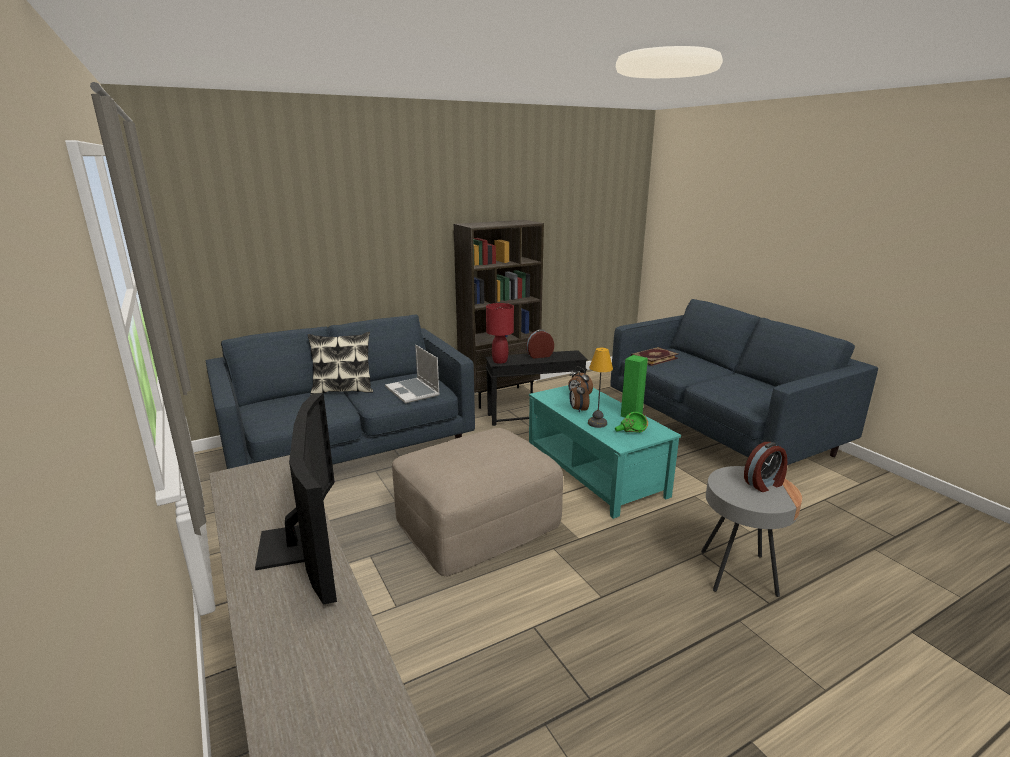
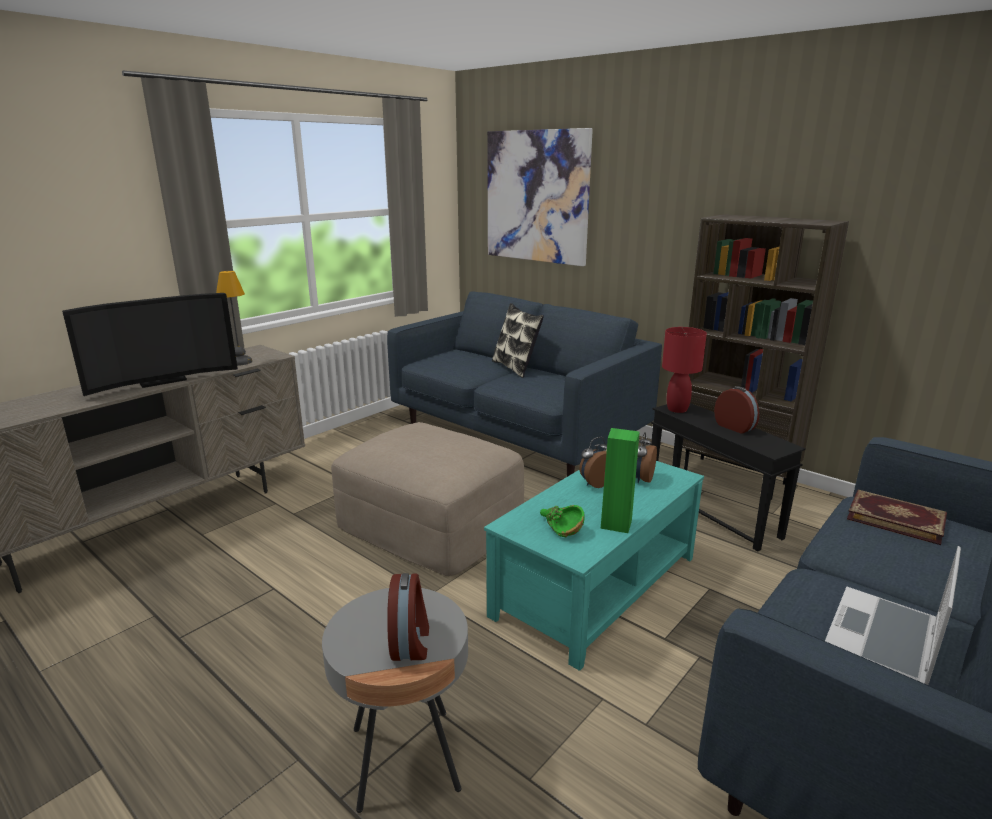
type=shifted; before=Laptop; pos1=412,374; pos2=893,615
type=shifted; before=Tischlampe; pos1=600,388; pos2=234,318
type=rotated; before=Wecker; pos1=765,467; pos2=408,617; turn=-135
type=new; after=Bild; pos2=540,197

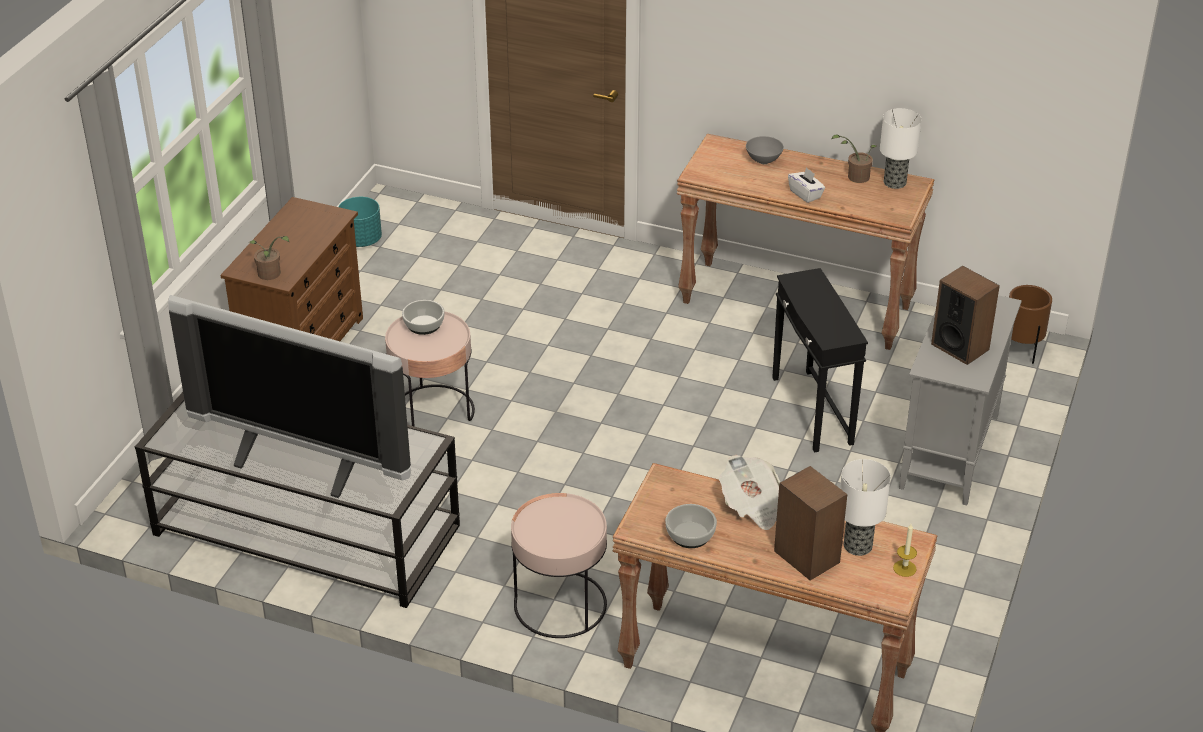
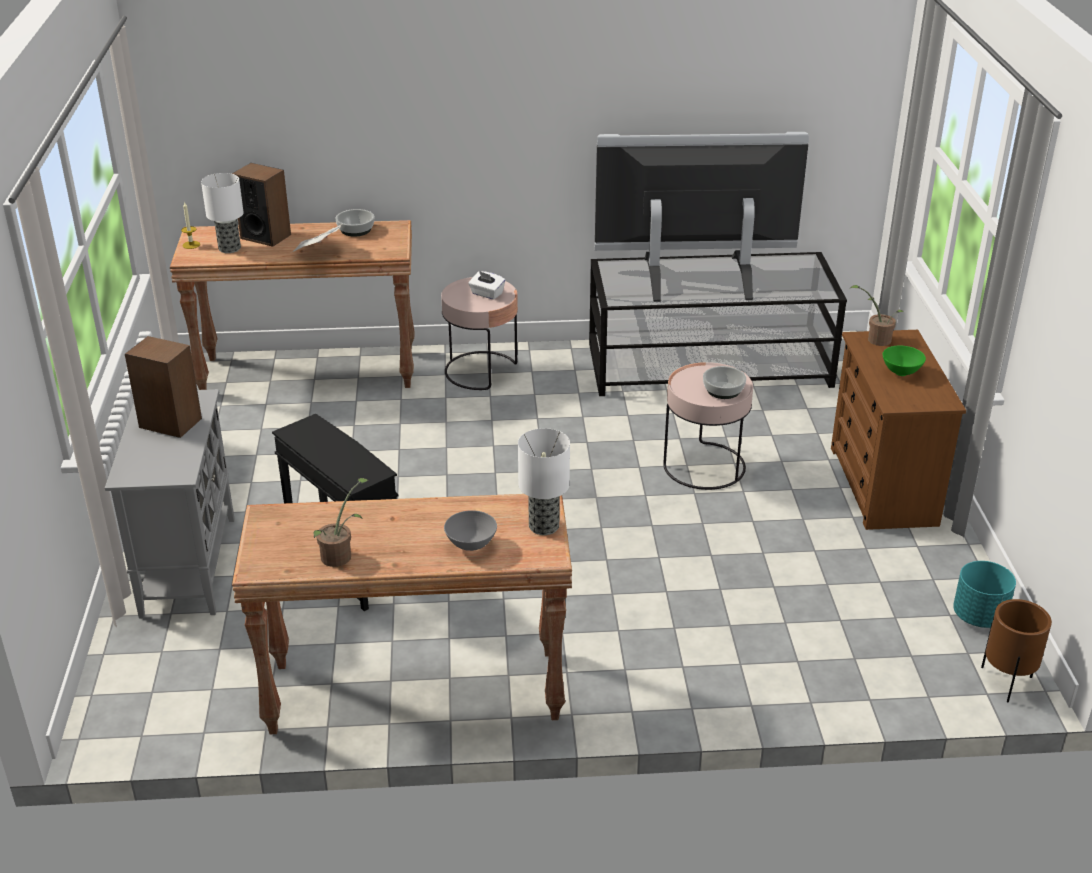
type=shifted; before=Taschentuchbox (weiß); pos1=806,185; pos2=487,285
type=shifted; before=Tischlampe; pos1=901,148; pos2=544,481
type=shifted; before=Pflanzkübel (braun); pos1=1030,324; pos2=1016,651
type=new; after=Schüssel (grün); pos2=904,360

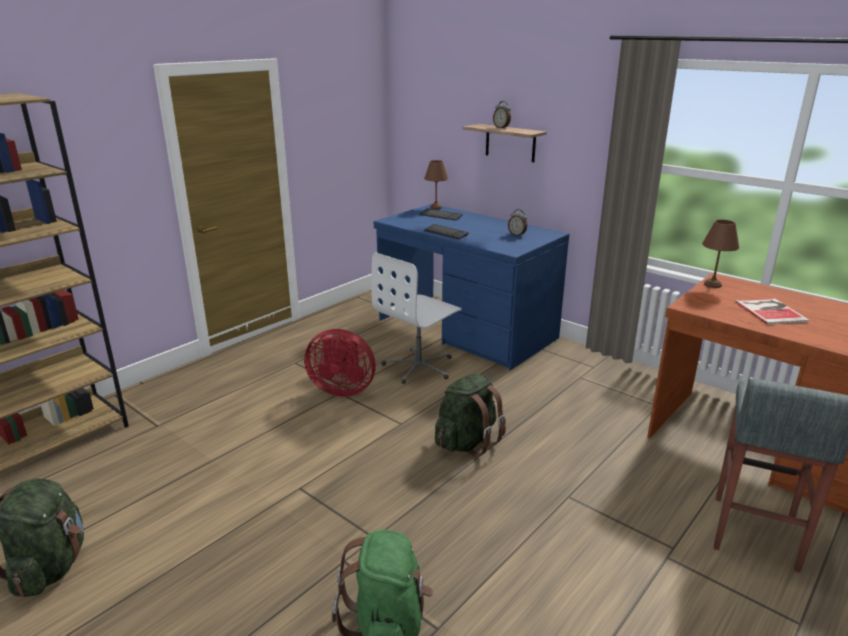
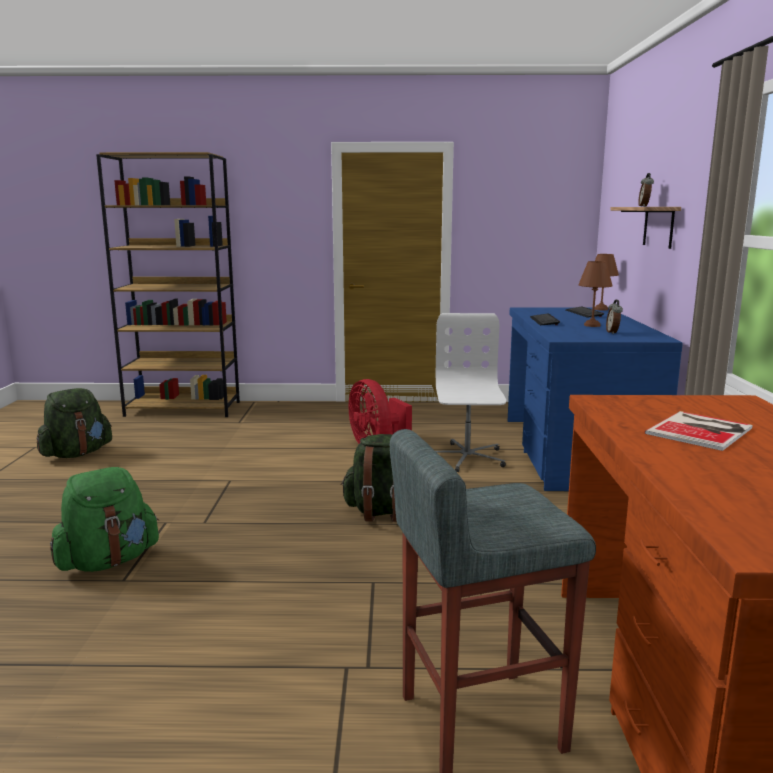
type=rotated; before=Bürostuhl (weiß); pos1=417,318; pos2=470,392; turn=90
type=shifted; before=Tischlampe (braun); pos1=720,254; pos2=595,294

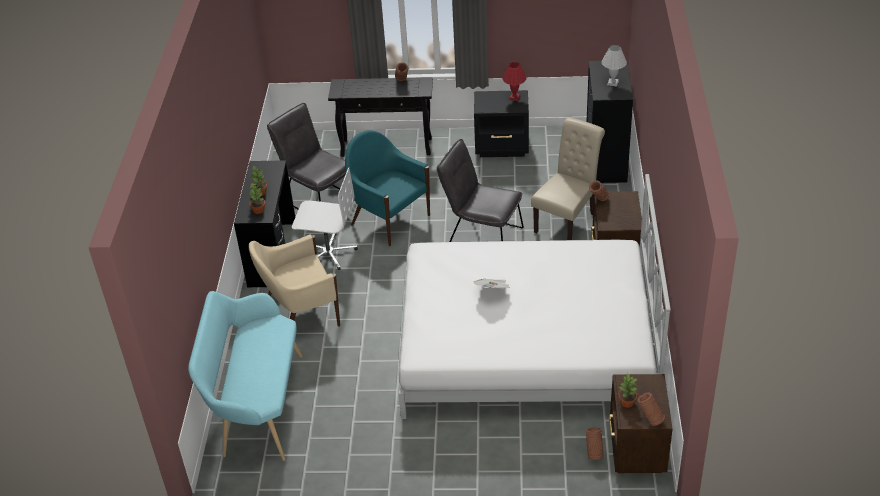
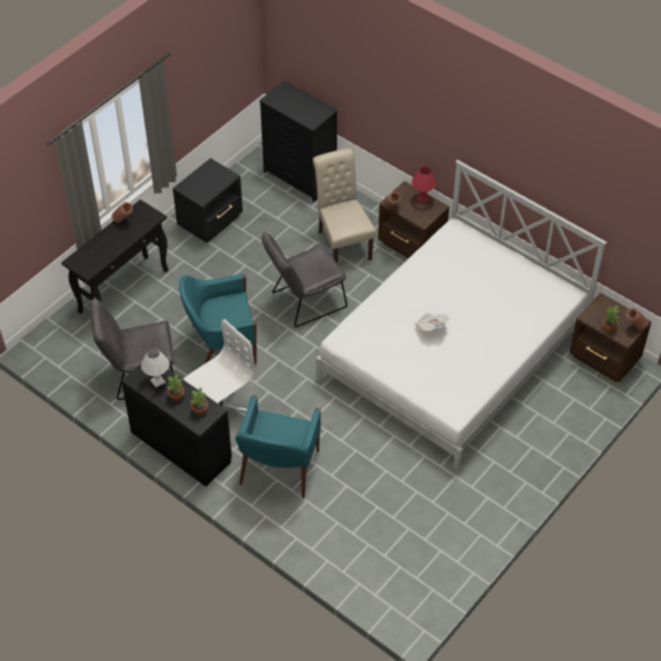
type=gone; before=Bank (türkis); pos1=245,376
type=repainted; before=Sessel (beige); after=Sessel (türkis); pos1=294,280; pos2=278,447
type=shifted; before=Tischlampe (rot); pos1=514,81; pos2=424,185
type=gone; before=Vase (braun); pos1=595,444
type=shifted; before=Tischlampe (weiß); pos1=614,65; pos2=155,367

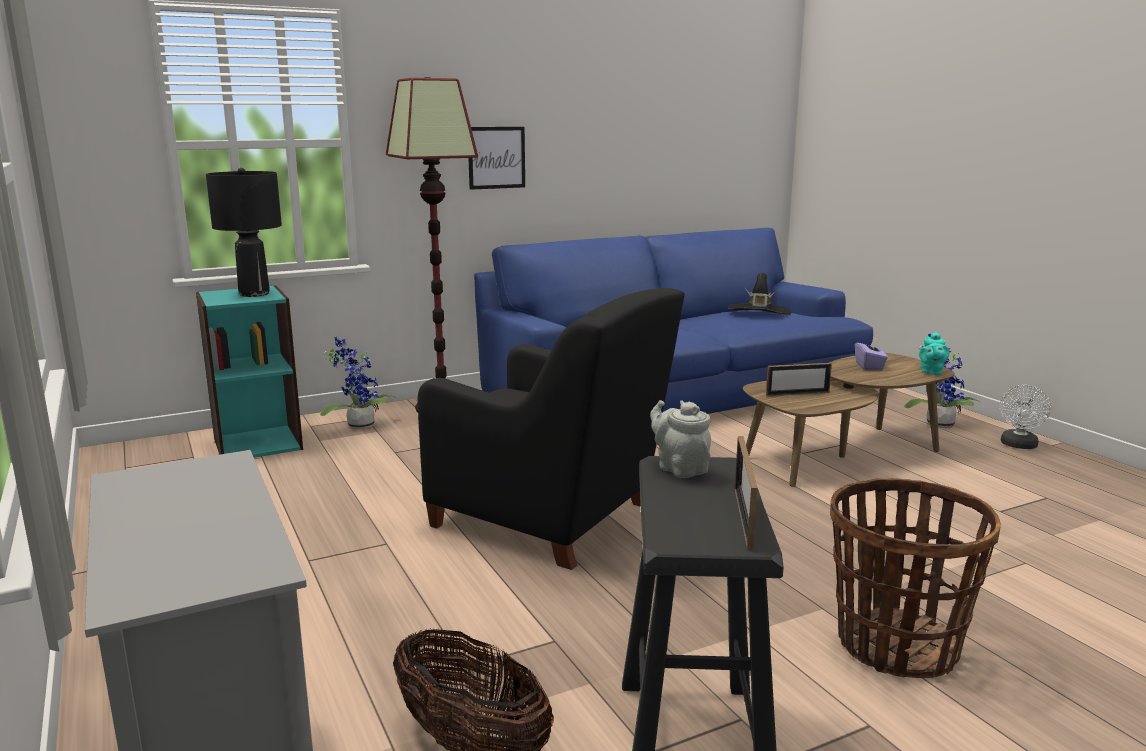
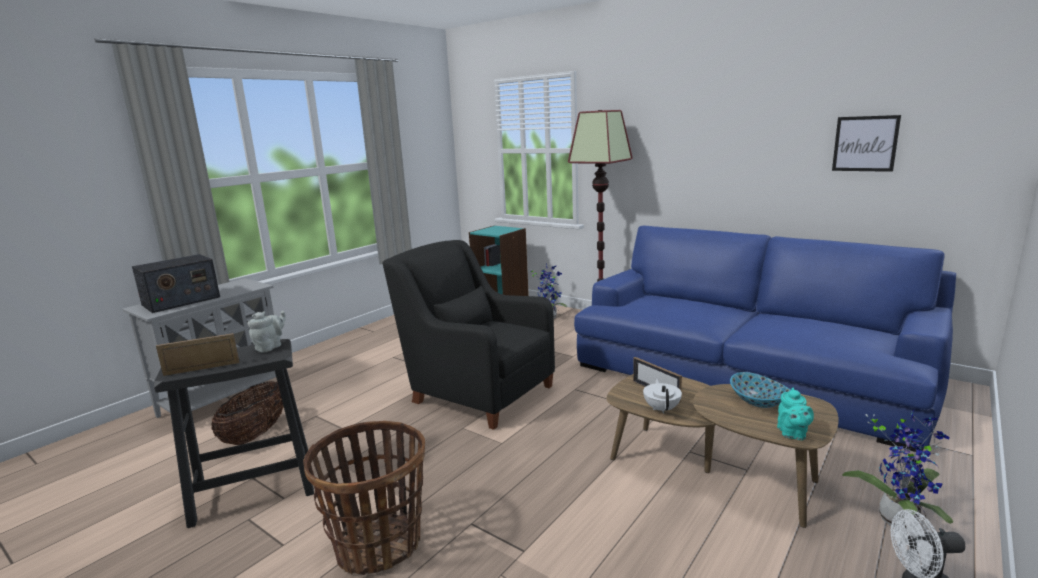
type=gone; before=Tischlampe (schwarz); pos1=244,232
type=rotated; before=Sessel (schwarz); pos1=551,429; pos2=468,335; turn=120
type=shifted; before=Bild; pos1=497,158; pos2=866,143
type=gone; before=Hut (schwarz); pos1=759,294
type=swapped; before=Taschentuchbox (lila); after=Schüssel; pos1=871,353; pos2=760,390
type=rotated; before=Teekanne (türkis); pos1=934,353; pos2=795,414; turn=-75
type=new; after=Radio; pos2=176,283
type=new; after=Teekanne (weiß); pos2=662,396

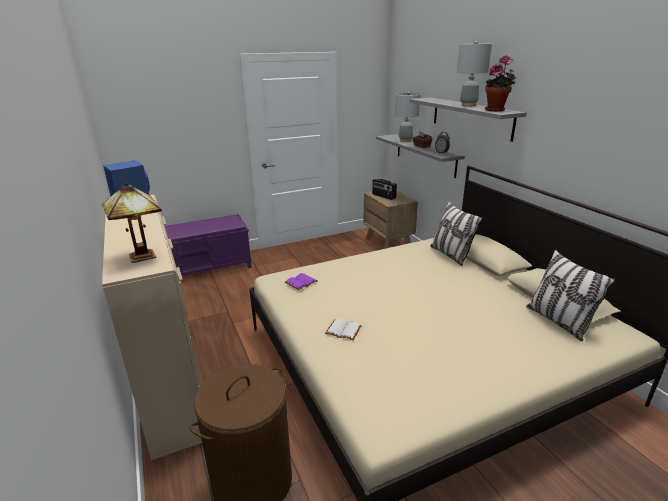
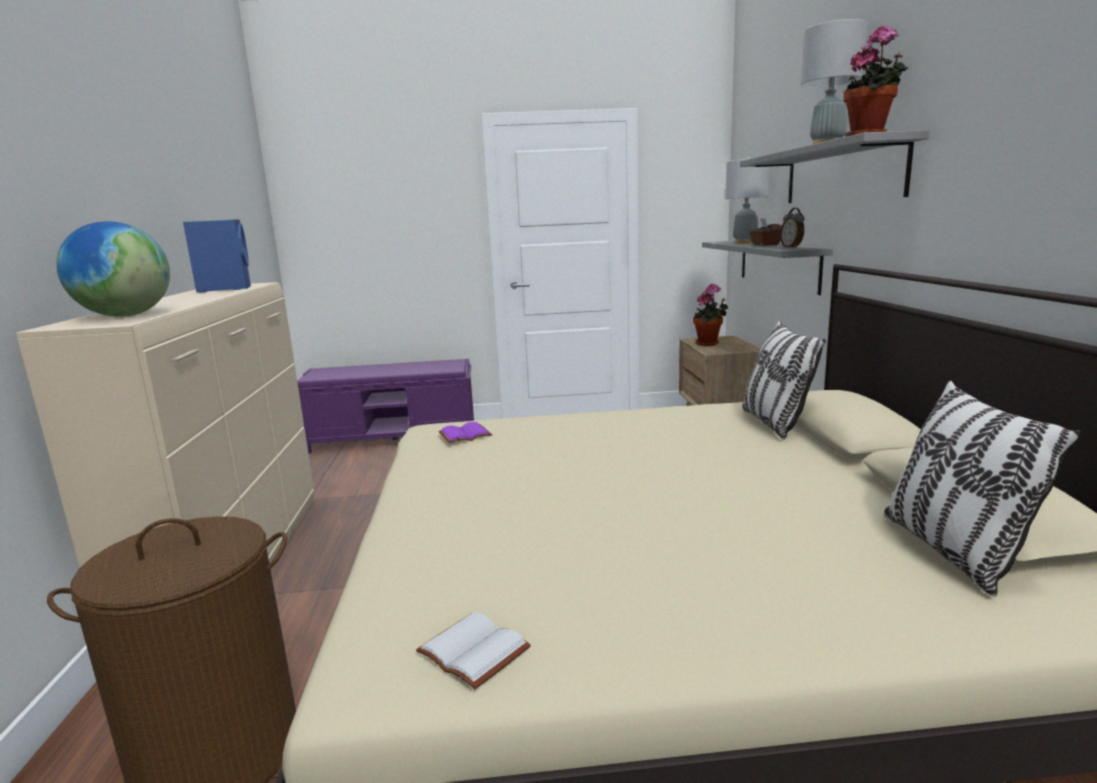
type=swapped; before=Tischlampe; after=Globus; pos1=132,223; pos2=113,269
type=shifted; before=Buch (weiß); pos1=343,329; pos2=473,650
type=swapped; before=Radio; after=Topfpflanze; pos1=384,189; pos2=710,315

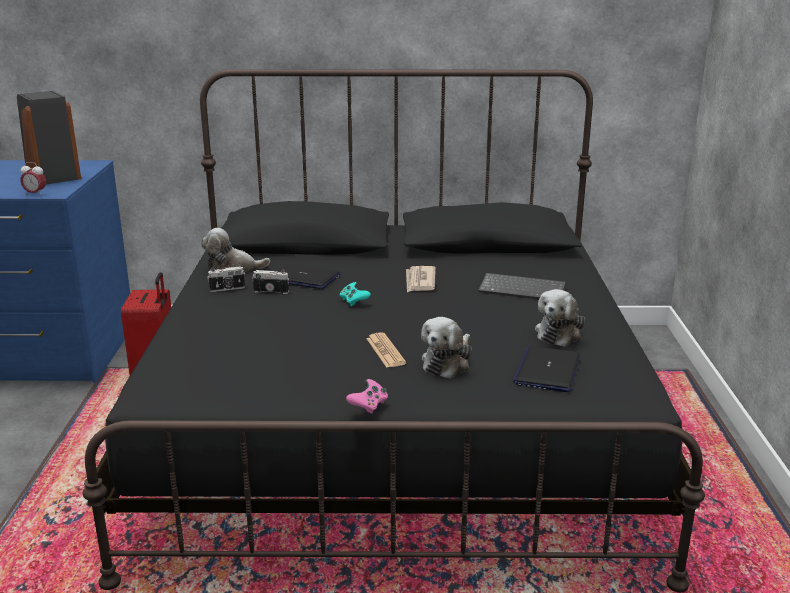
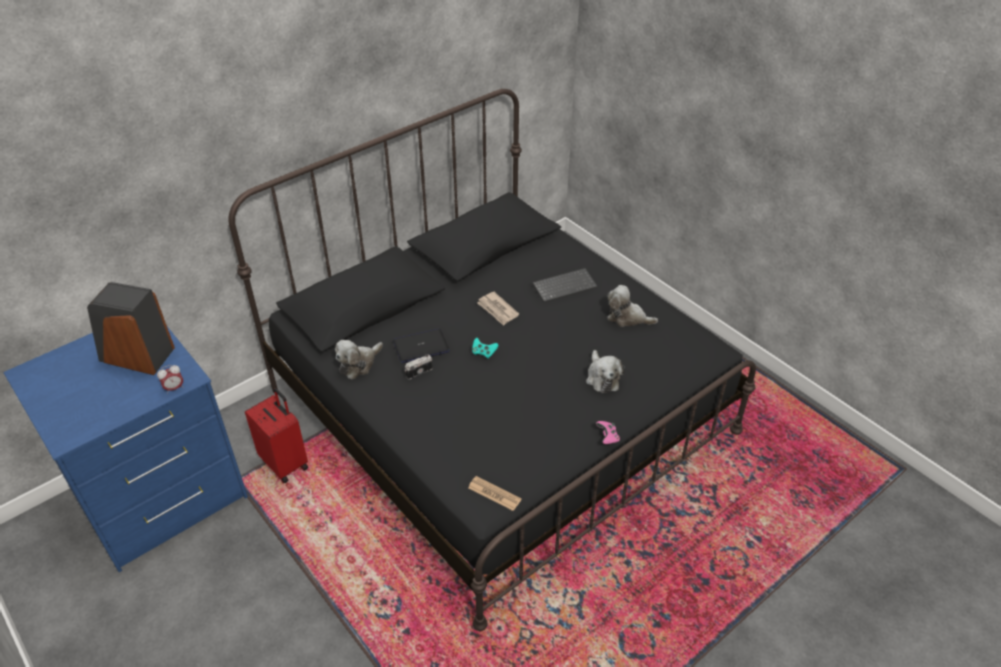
type=gone; before=Kamera; pos1=226,279
type=shifted; before=Zeitung; pos1=386,350; pos2=495,493
type=gone; before=Laptop; pos1=546,369
type=rotated; before=Plüschtier; pos1=560,318; pos2=632,306; turn=120

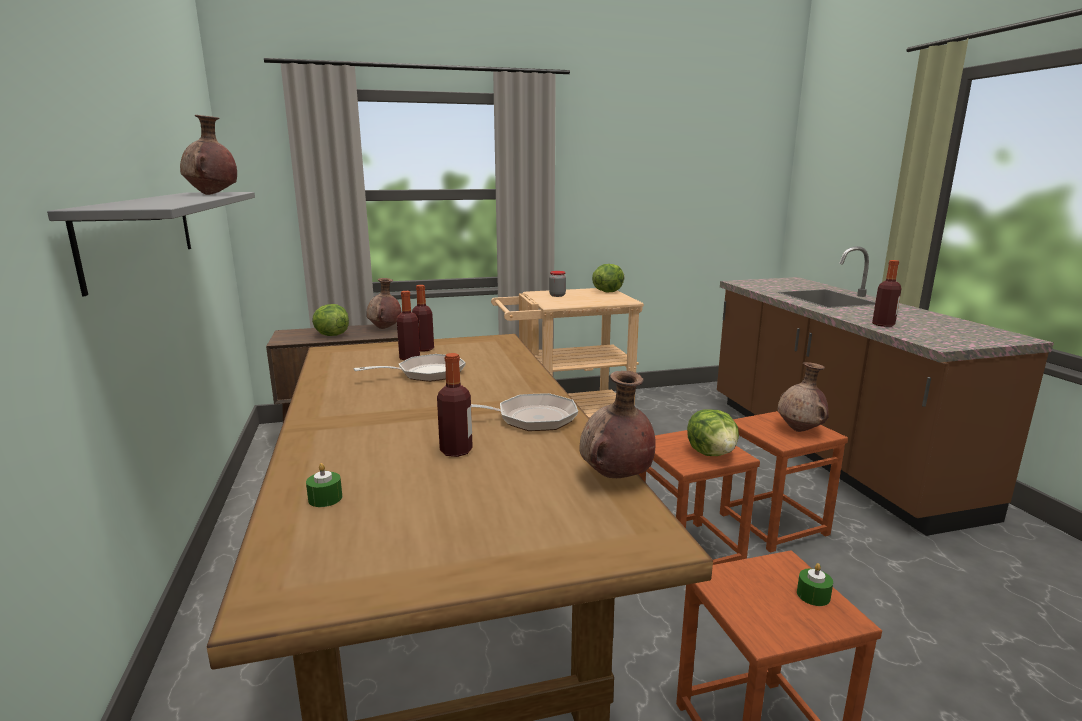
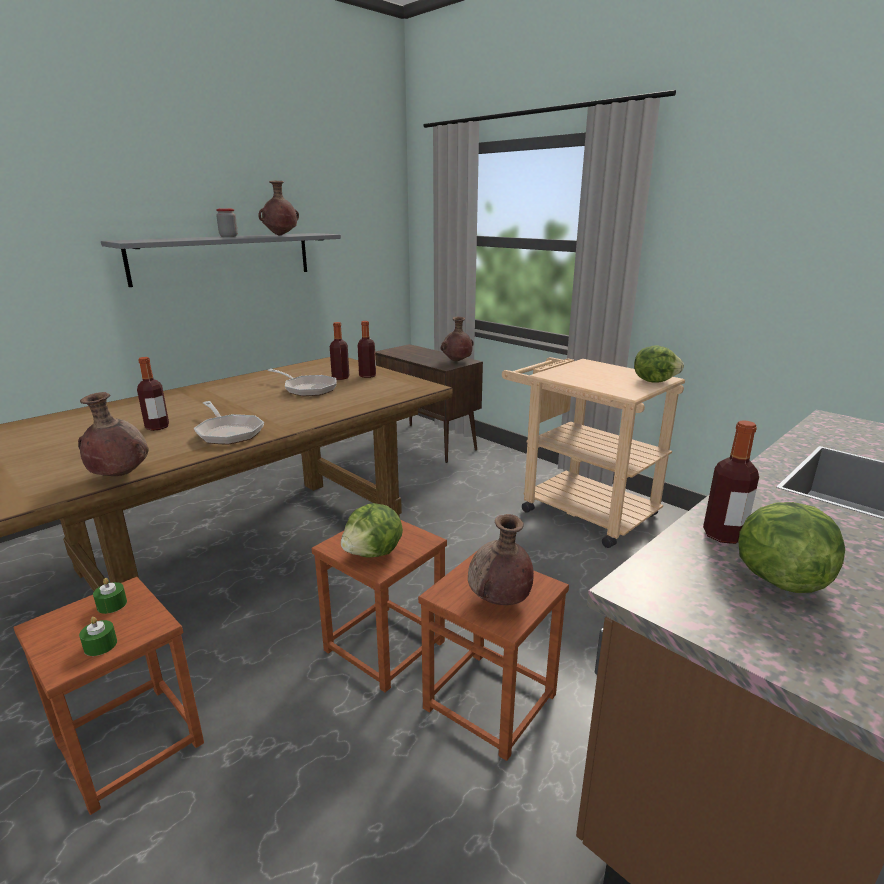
type=shifted; before=Kerze (grün); pos1=324,485; pos2=110,596
type=shifted; before=Salatkopf; pos1=330,320; pos2=791,547
type=shifted; before=Vorratsglas; pos1=557,284; pos2=227,223

